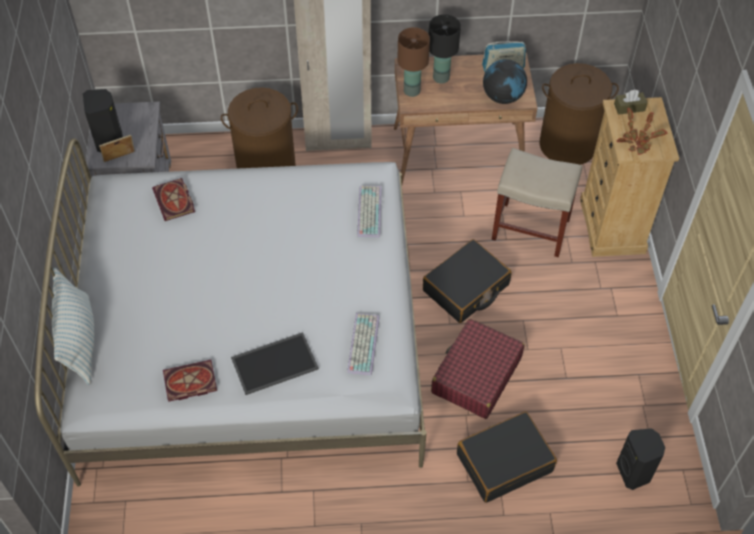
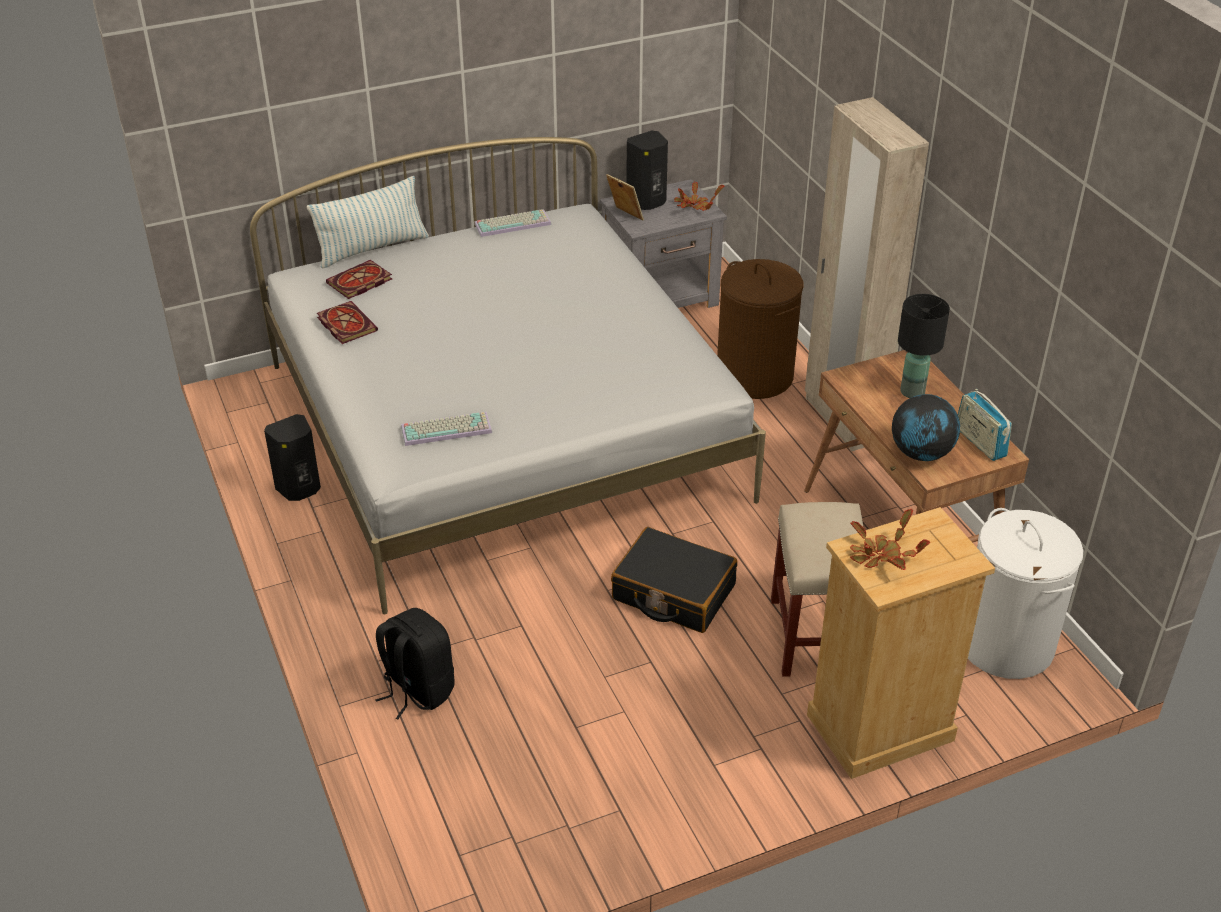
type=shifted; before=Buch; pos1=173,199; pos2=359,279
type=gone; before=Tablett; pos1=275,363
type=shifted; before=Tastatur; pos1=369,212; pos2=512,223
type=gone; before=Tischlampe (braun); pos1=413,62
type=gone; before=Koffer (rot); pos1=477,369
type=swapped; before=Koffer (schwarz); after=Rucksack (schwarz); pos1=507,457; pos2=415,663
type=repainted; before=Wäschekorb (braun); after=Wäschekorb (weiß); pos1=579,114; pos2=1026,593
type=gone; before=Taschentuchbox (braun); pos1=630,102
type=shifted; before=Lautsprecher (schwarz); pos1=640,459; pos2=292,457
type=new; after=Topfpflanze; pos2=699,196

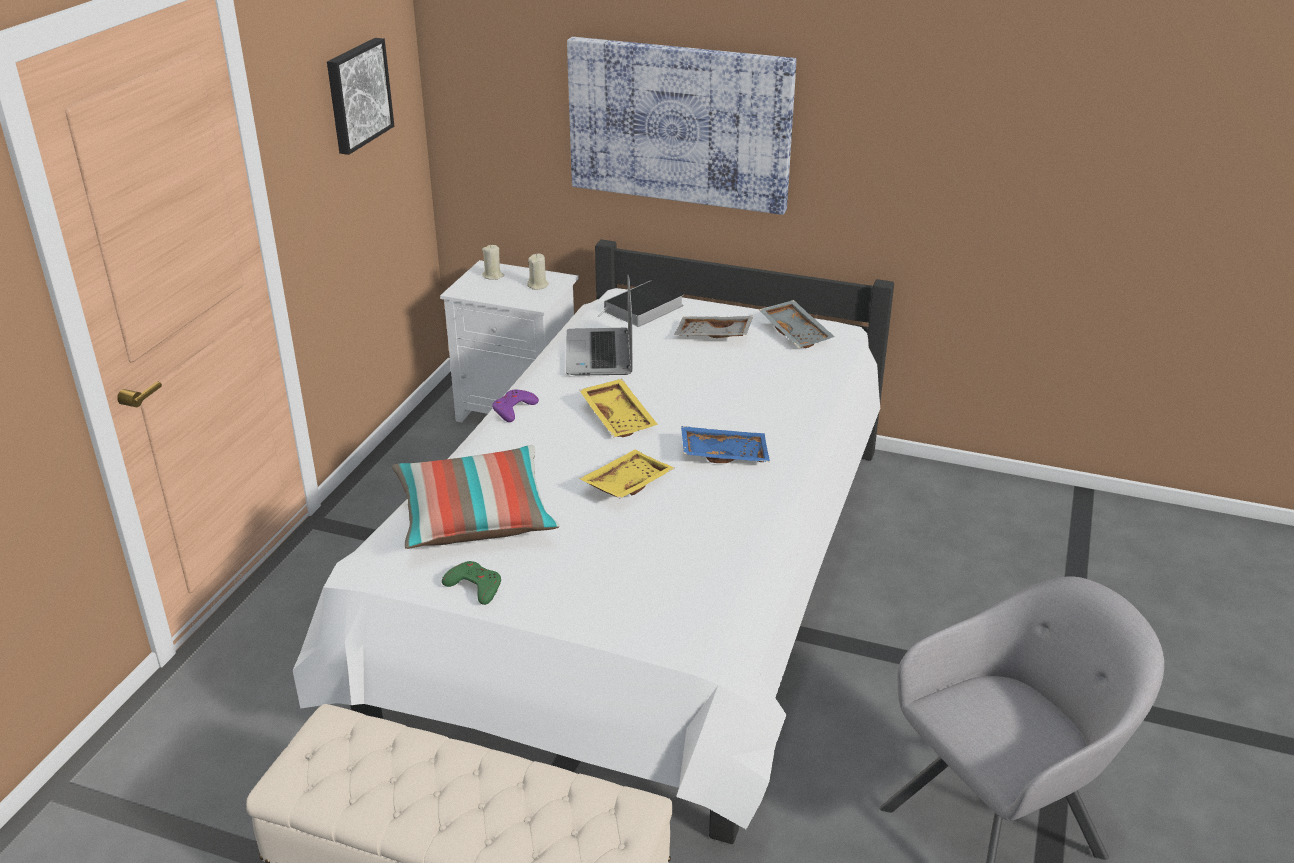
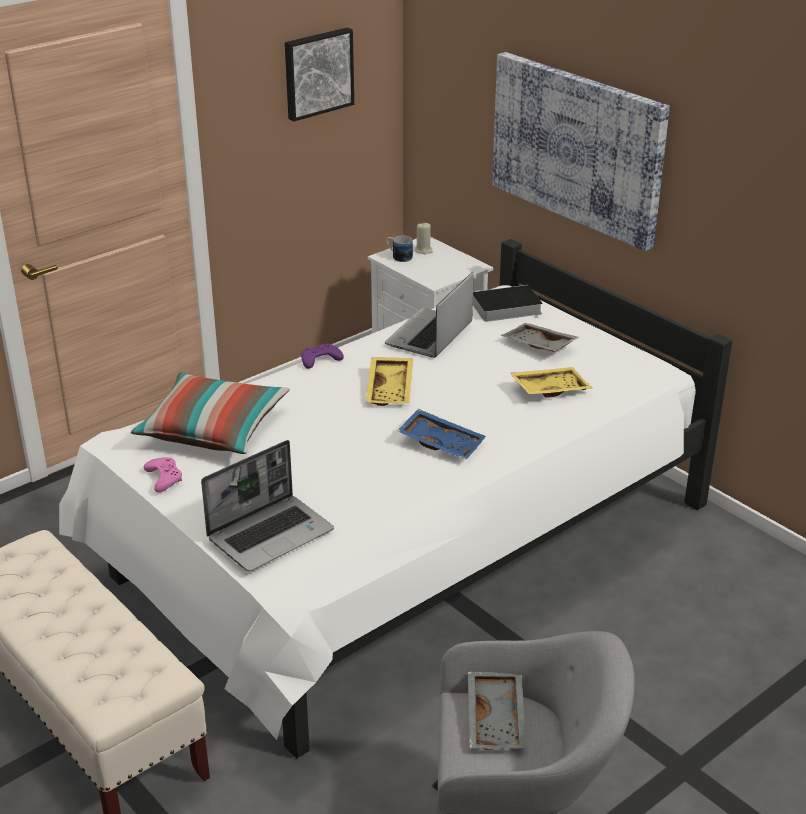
type=repainted; before=Gamepad (grün); after=Gamepad (rosa); pos1=471,583; pos2=162,475
type=gone; before=Kerze (beige); pos1=538,272
type=shifted; before=Tablett (gelb); pos1=627,473; pos2=551,382
type=shifted; before=Tablett (grau); pos1=797,324; pos2=497,710
type=new; after=Laptop; pos2=267,506
type=new; after=Henkelbecher; pos2=400,248

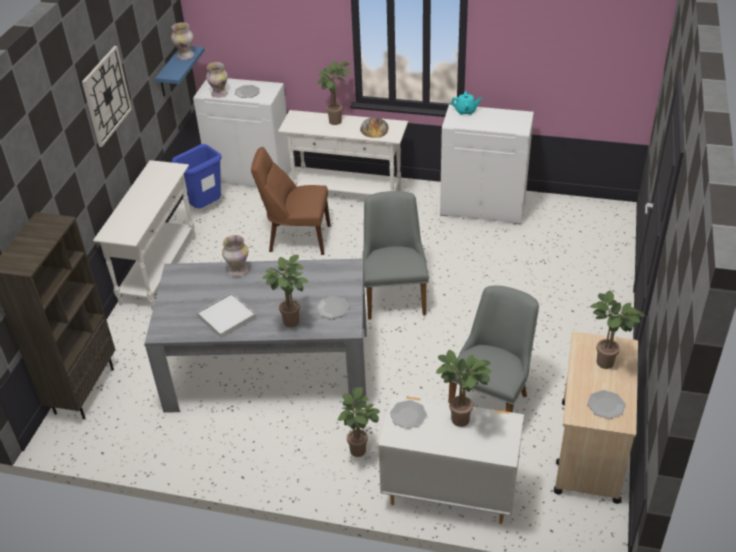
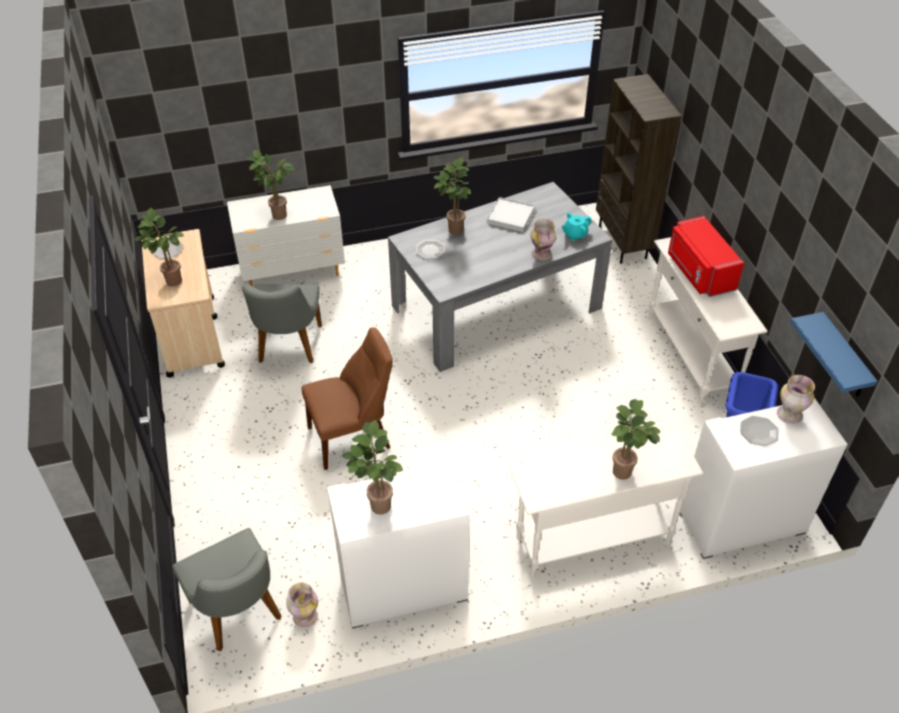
type=gone; before=Wanduhr; pos1=107,96
type=shifted; before=Vase; pos1=182,41; pos2=302,605
type=shifted; before=Stuhl (braun); pos1=291,201; pos2=347,398
type=shifted; before=Topfpflanze; pos1=359,422; pos2=372,467
type=gone; before=Brot; pos1=374,127
type=shifted; before=Stuhl (grau); pos1=395,255; pos2=227,589
type=gone; before=Teller; pos1=408,414
type=shifted; before=Teekanne (türkis); pos1=466,103; pos2=576,226
type=new; after=Mikrowelle (rot); pos2=706,256

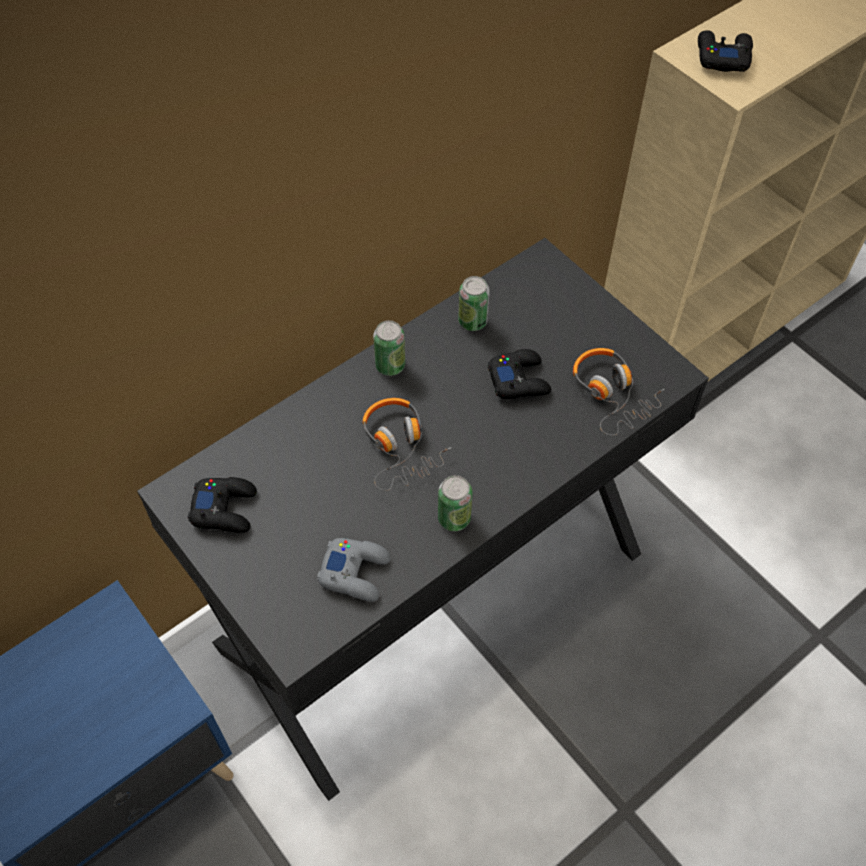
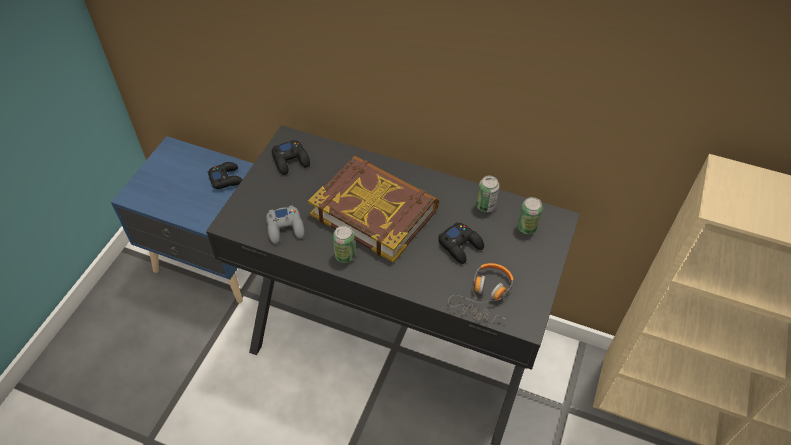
type=swapped; before=Kopfhörer; after=Buch; pos1=406,444; pos2=373,209
type=shifted; before=Dose; pos1=389,348; pos2=530,215
type=shifted; before=Gamepad (schwarz); pos1=725,51; pos2=225,175

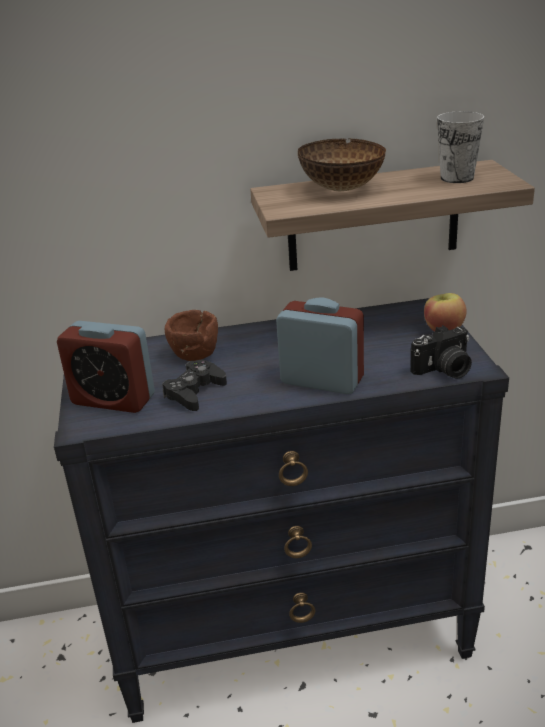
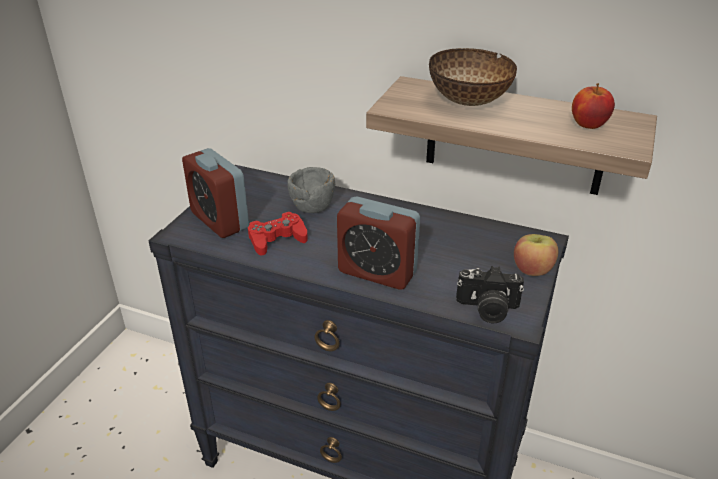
type=repainted; before=Gamepad (schwarz); after=Gamepad (rot); pos1=194,385; pos2=278,234
type=repainted; before=Schüssel (braun); after=Schüssel (grau); pos1=191,335; pos2=311,190
type=rotated; before=Wecker; pos1=320,346; pos2=378,243; turn=150
type=swapped; before=Tasse; after=Apfel; pos1=460,147; pos2=593,106

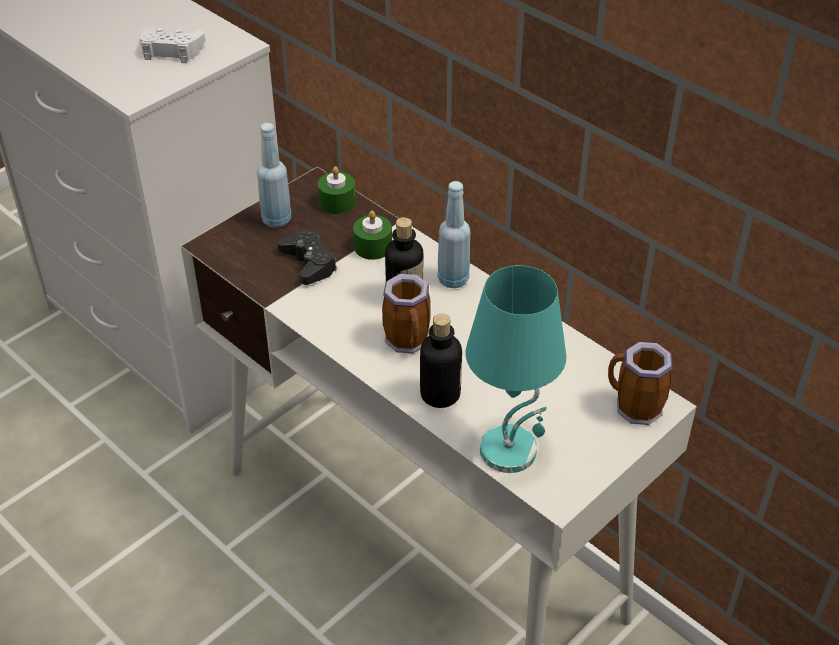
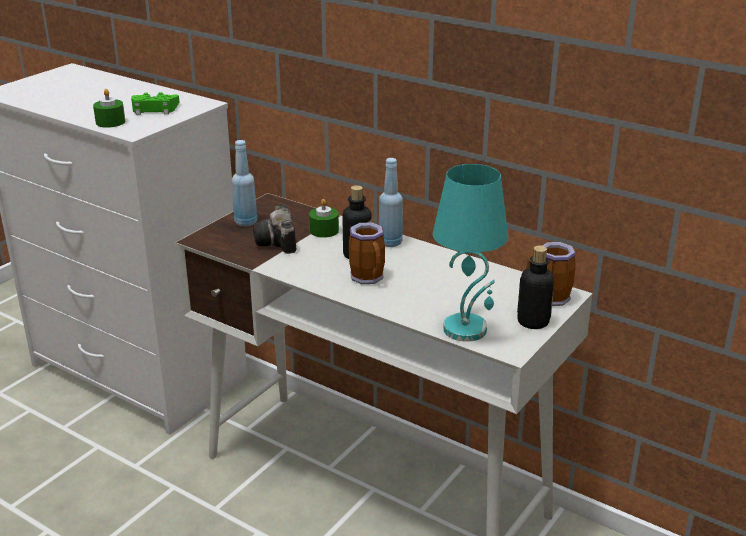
type=repainted; before=Gamepad (weiß); after=Gamepad (grün); pos1=172,45; pos2=155,103
type=swapped; before=Gamepad (schwarz); after=Kamera; pos1=307,257; pos2=274,229
type=shifted; before=Kerze (grün); pos1=337,190; pos2=109,108
type=shifted; before=Flasche; pos1=441,360; pos2=535,287

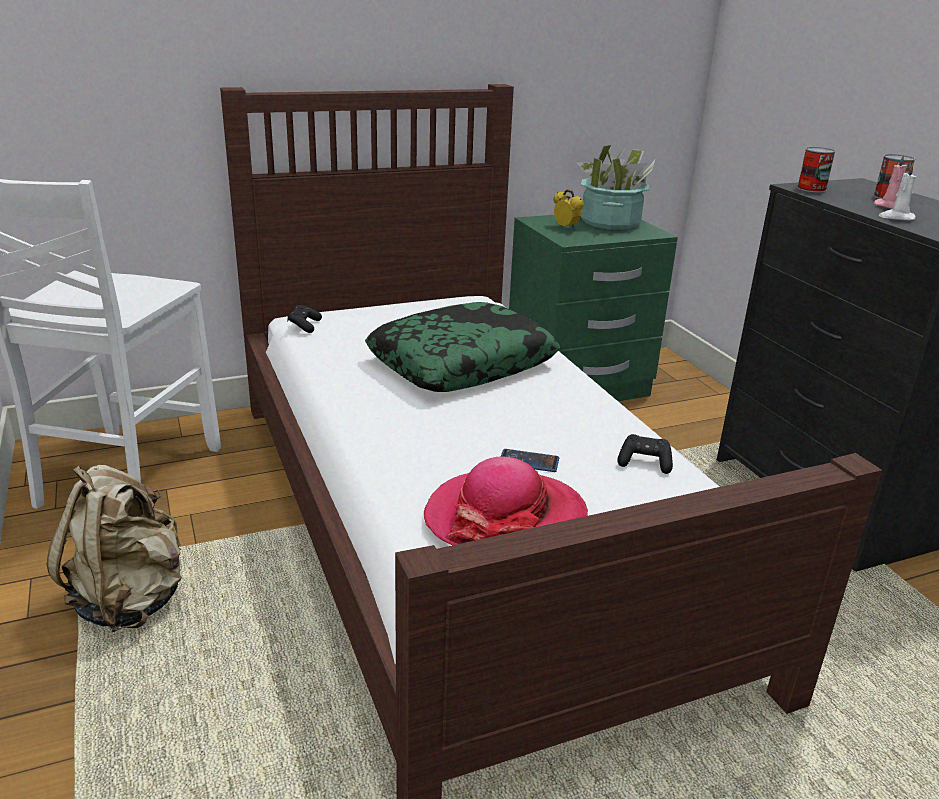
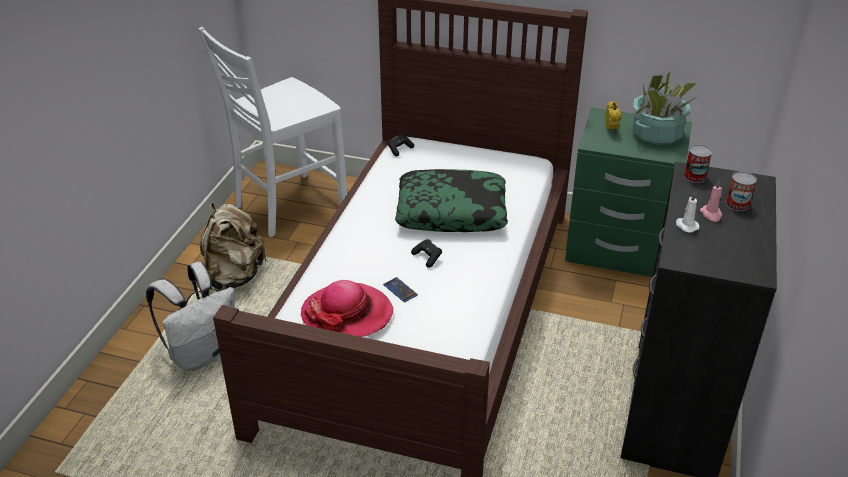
type=shifted; before=Gamepad (schwarz); pos1=645,454; pos2=426,253
type=new; after=Rucksack (weiß); pos2=190,316

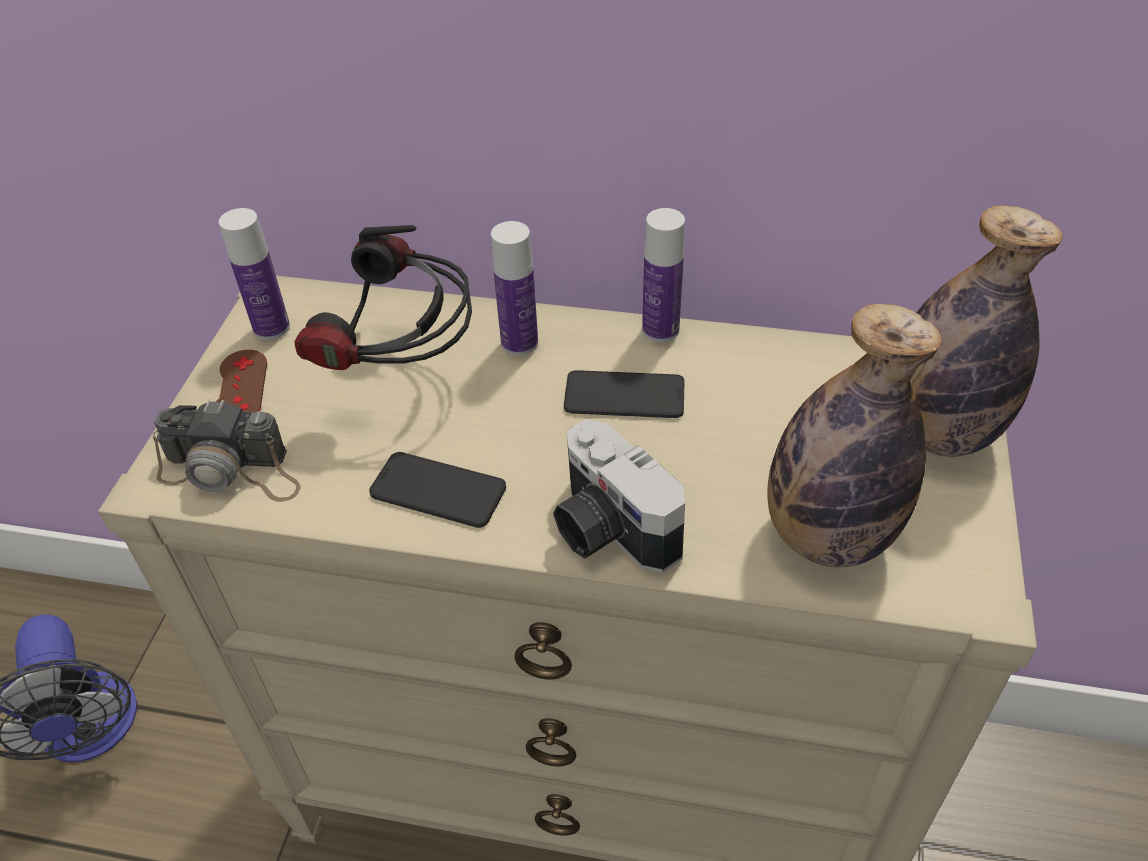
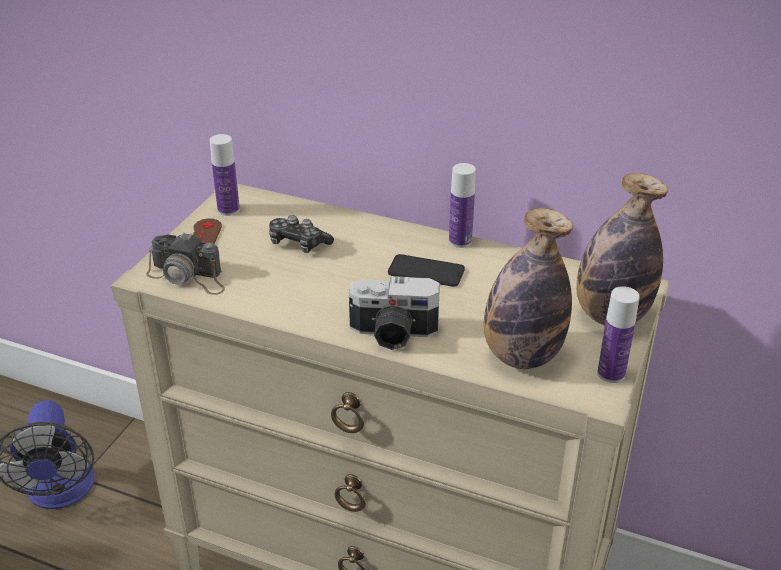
type=swapped; before=Kopfhörer; after=Gamepad; pos1=383,297; pos2=301,234
type=gone; before=Handy; pos1=437,490
type=shifted; before=Flasche; pos1=514,288; pos2=618,334
type=rotated; before=Kamera; pos1=619,496; pos2=394,313; turn=-60

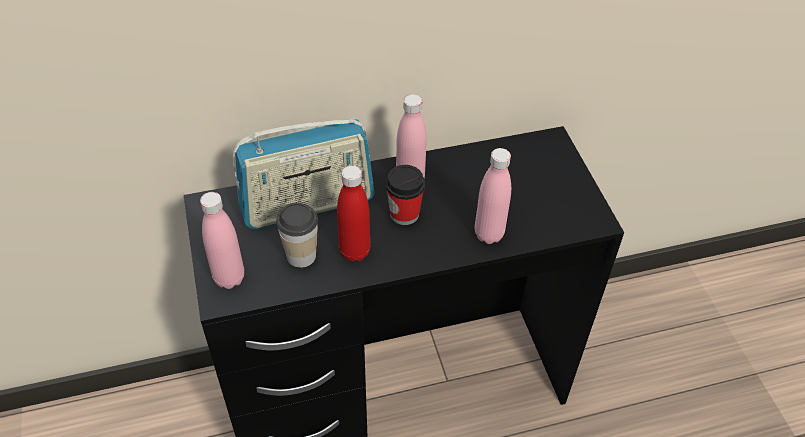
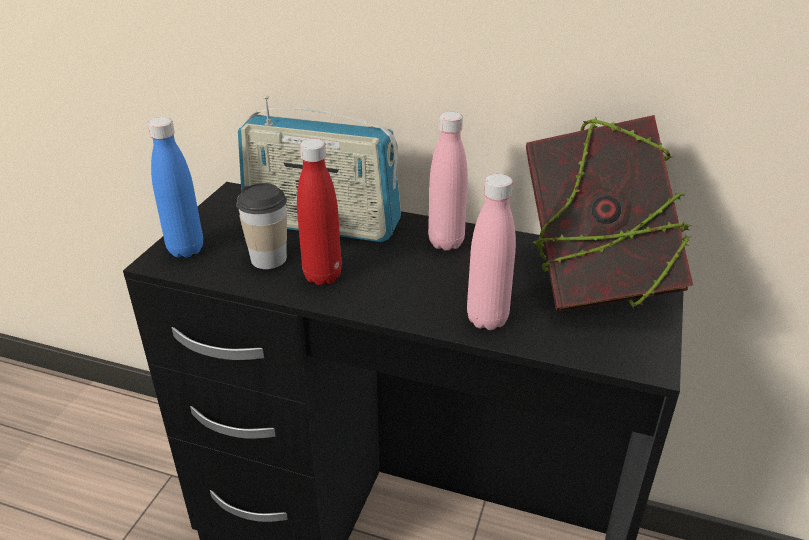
type=repainted; before=Flasche (rosa); after=Flasche (blau); pos1=222,240; pos2=175,187
type=gone; before=Tasse; pos1=405,195
type=new; after=Buch; pos2=609,213

